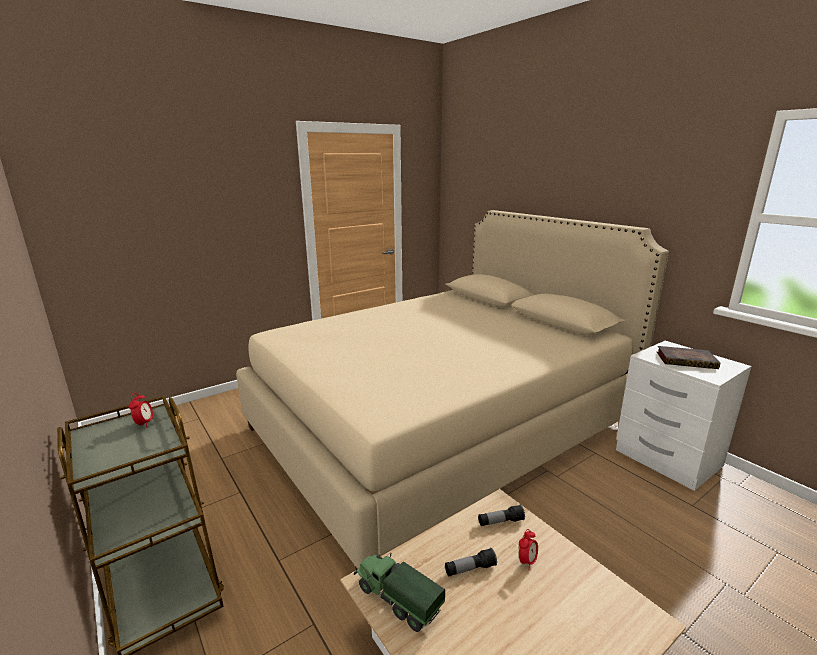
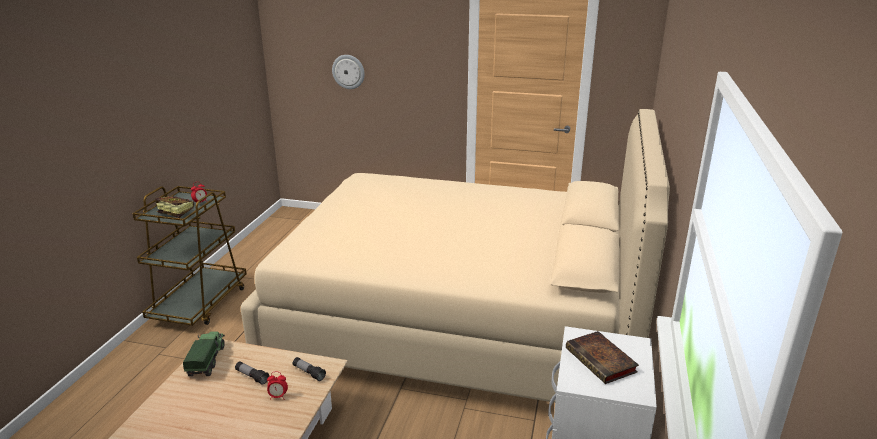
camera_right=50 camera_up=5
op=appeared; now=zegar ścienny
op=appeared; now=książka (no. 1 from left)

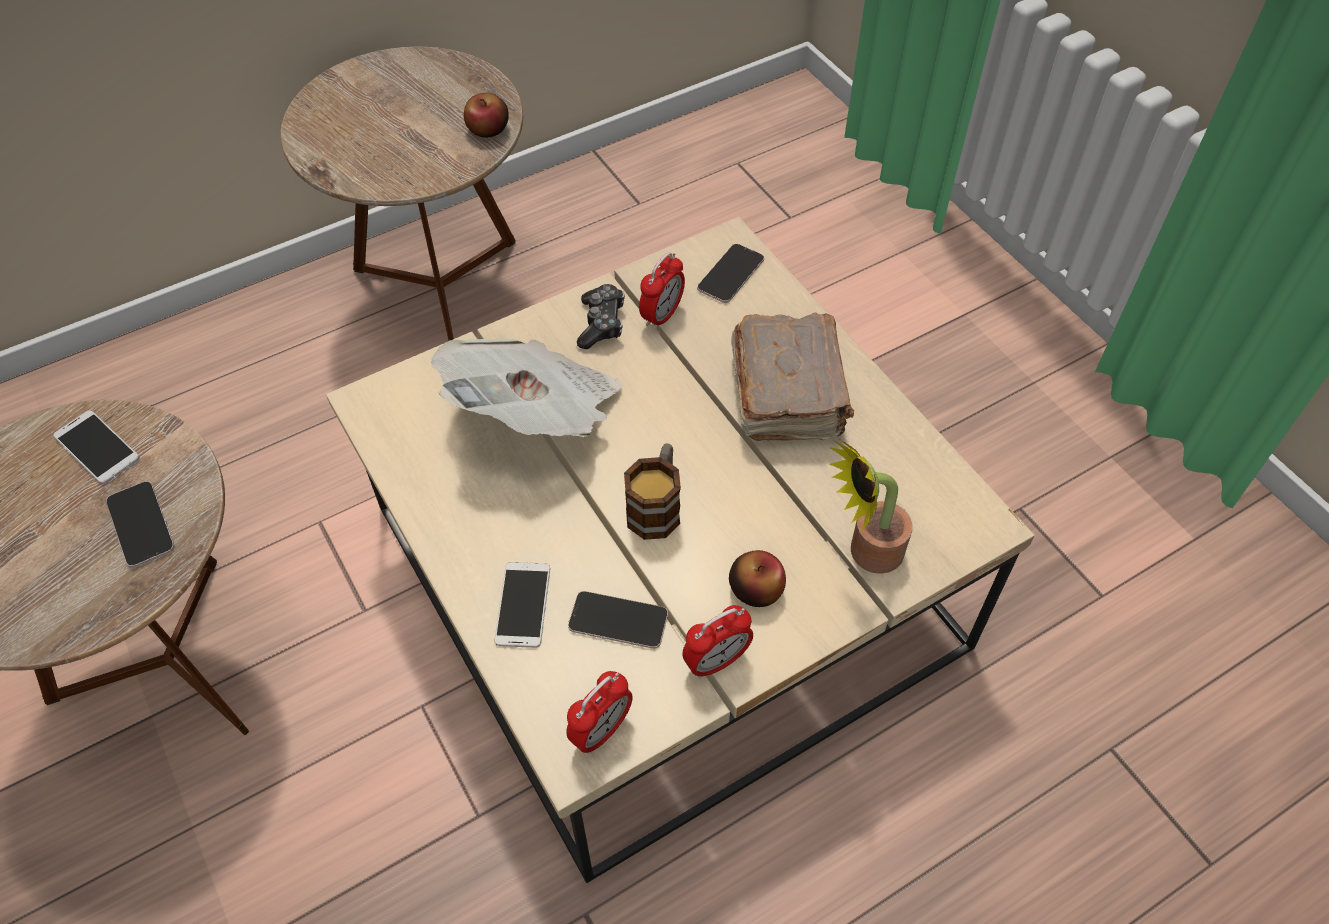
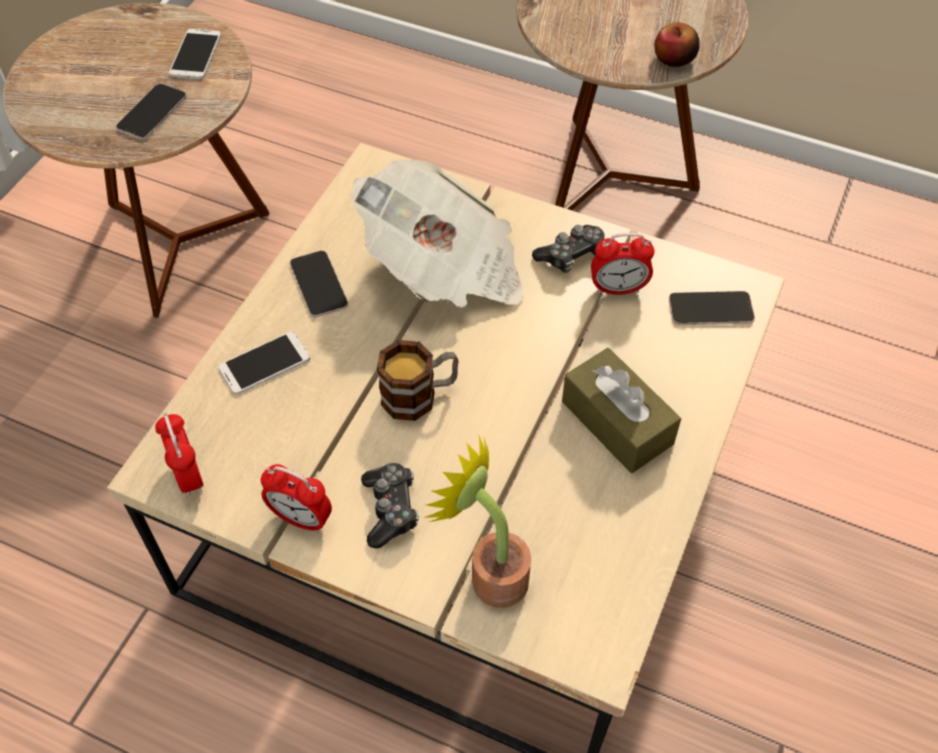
camera_right=55 camera_up=0
op=exchanged; was=książka (brązowy); now=pudełko chusteczek (brązowy)
op=exchanged; was=jabłko (no. 2 from left); now=pad do gier (no. 1 from left)
op=relocated; was=telefon (no. 4 from left)
op=spun; was=budzik (no. 1 from left); clockwise=-120

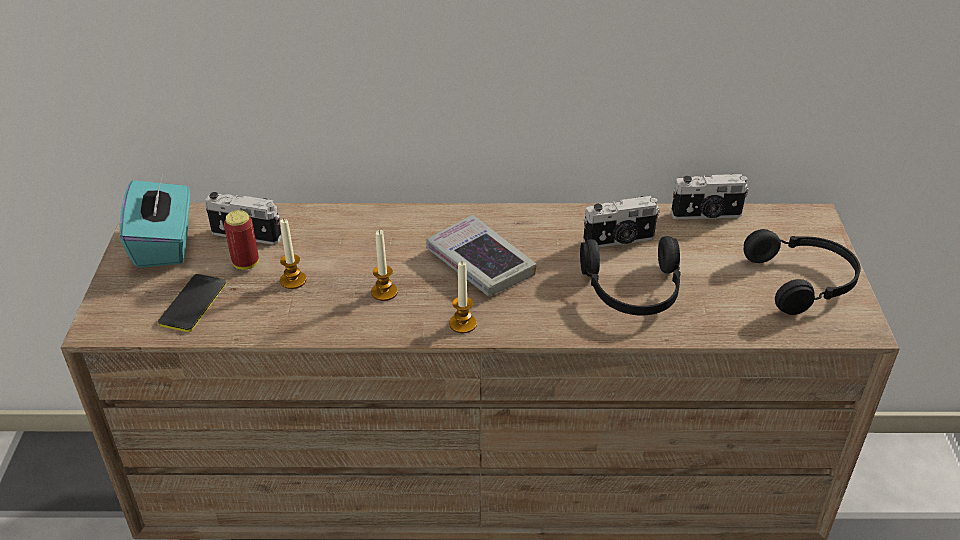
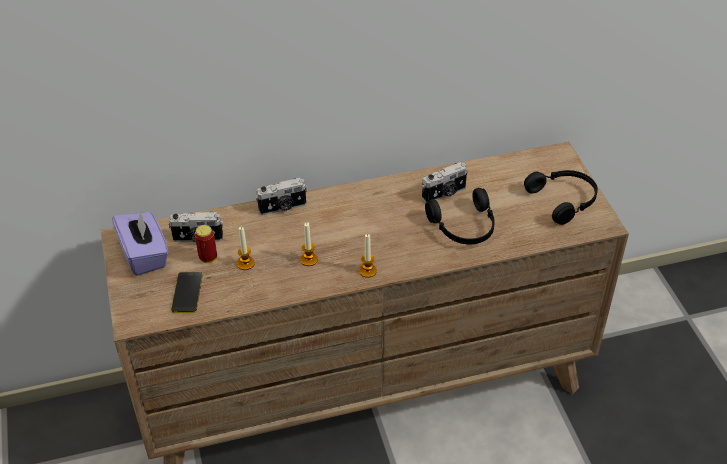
camera_right=-15 camera_up=5
op=relocated; was=aparat fotograficzny (no. 3 from left in the first image); now=aparat fotograficzny (no. 2 from left)
op=colour; was=pudełko chusteczek (turkusowy); now=pudełko chusteczek (fioletowy)
op=missing; was=książka

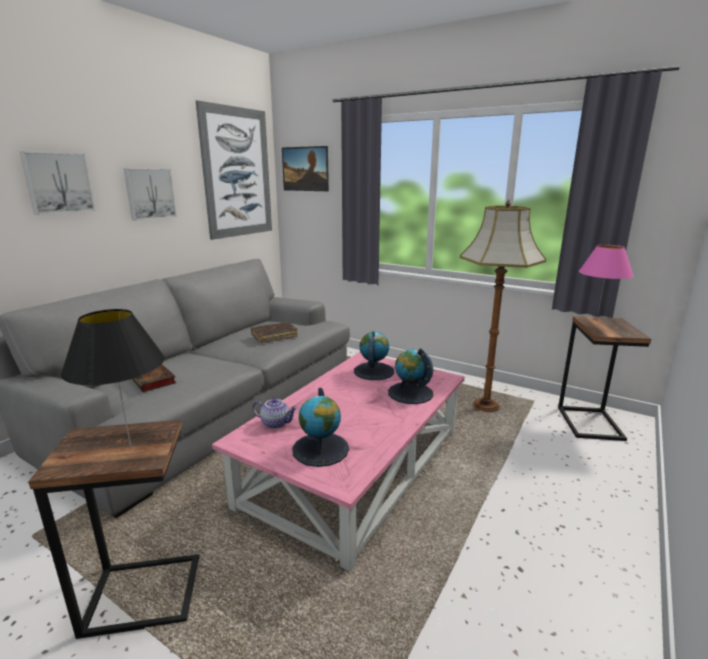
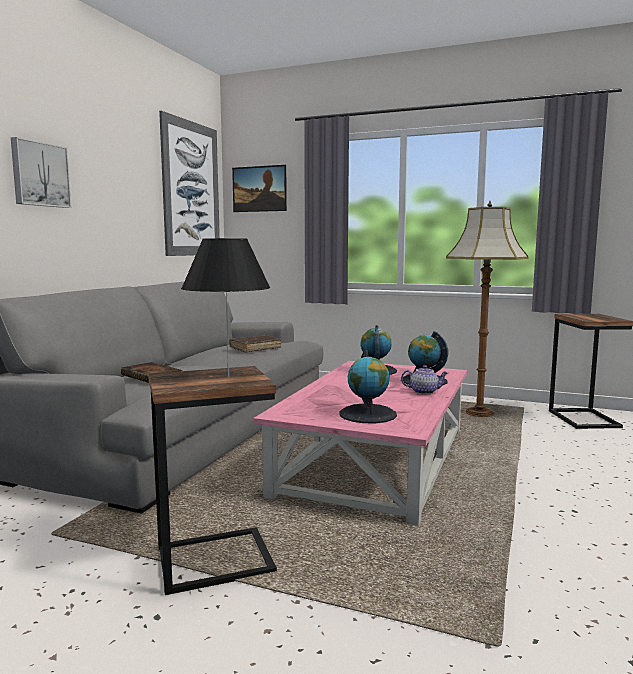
camera_right=-10 camera_up=-10
op=missing; was=obraz (no. 2 from left)
op=missing; was=lampa stołowa (różowy)
op=relocated; was=imbryk

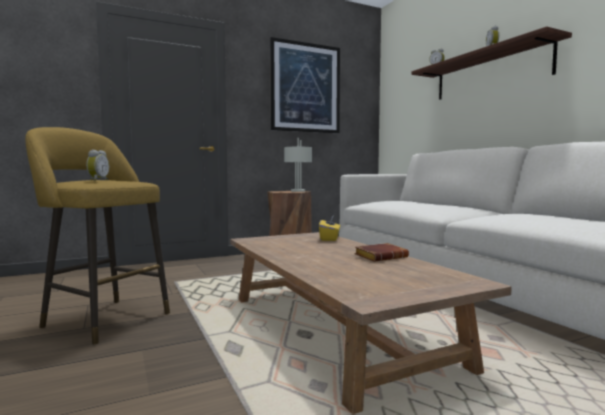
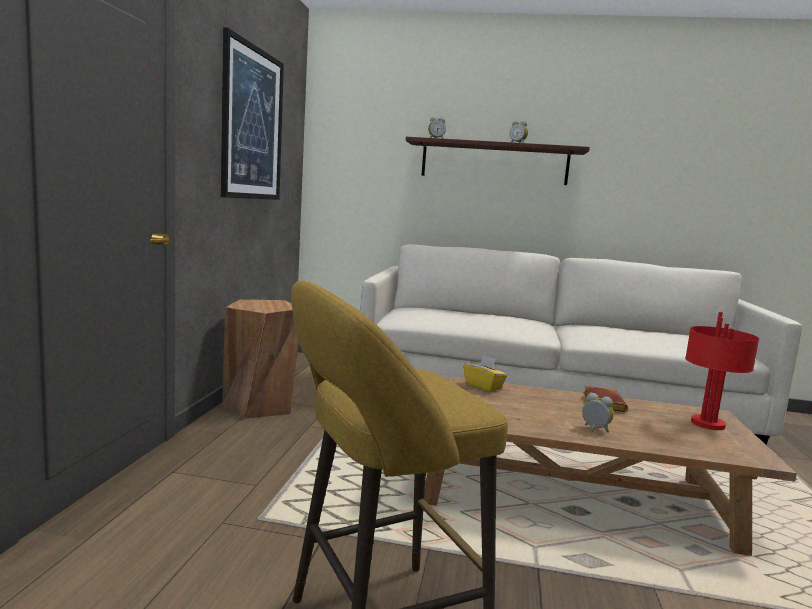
camera_right=-55 camera_up=5
op=missing; was=lampa stołowa (szary)
op=relocated; was=budzik (no. 1 from left in the first image); now=budzik (no. 3 from left)
op=appeared; now=lampa stołowa (czerwony)

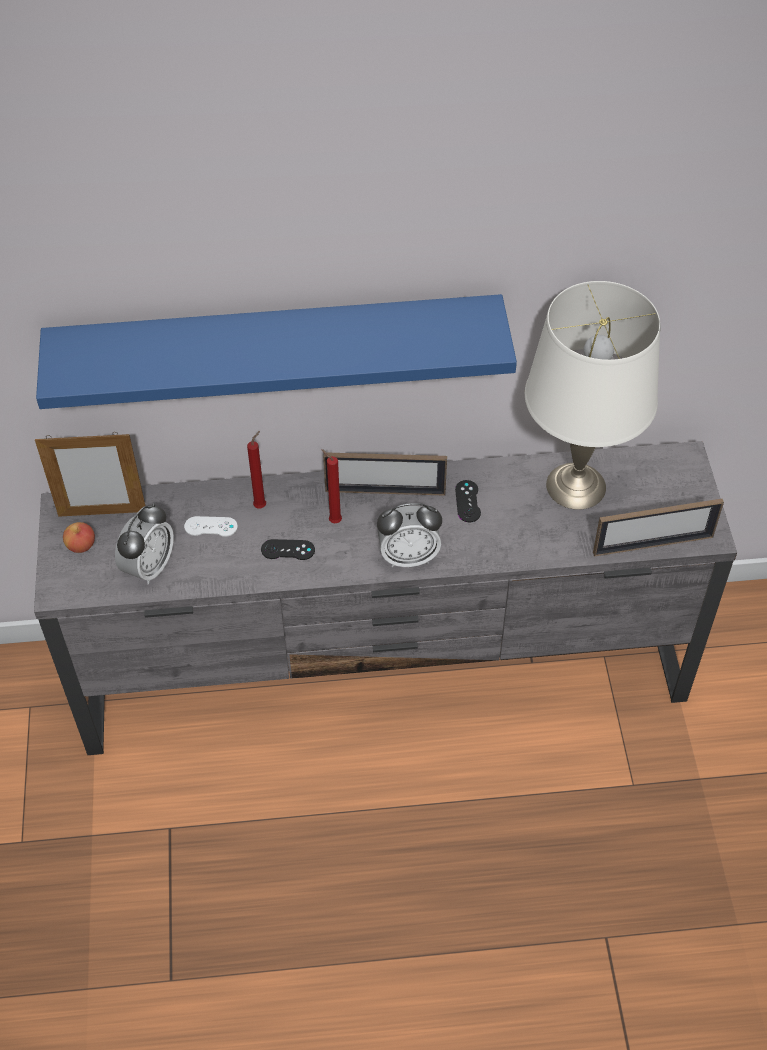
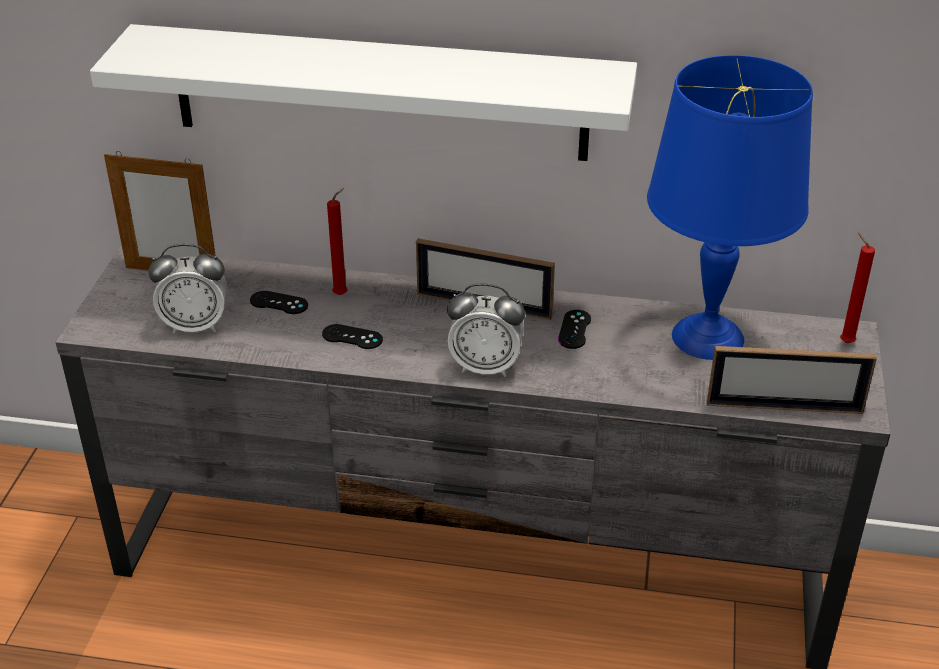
camera_right=15 camera_up=-15
op=colour; was=lampa stołowa (biały); now=lampa stołowa (niebieski)
op=colour; was=półka (niebieski); now=półka (biały)
op=relocated; was=świeca (czerwony) (no. 2 from left)
op=spun; was=budzik (no. 1 from left); clockwise=45
op=colour; was=pad do gier (biały); now=pad do gier (czarny) (no. 1 from left)
op=missing; was=jabłko

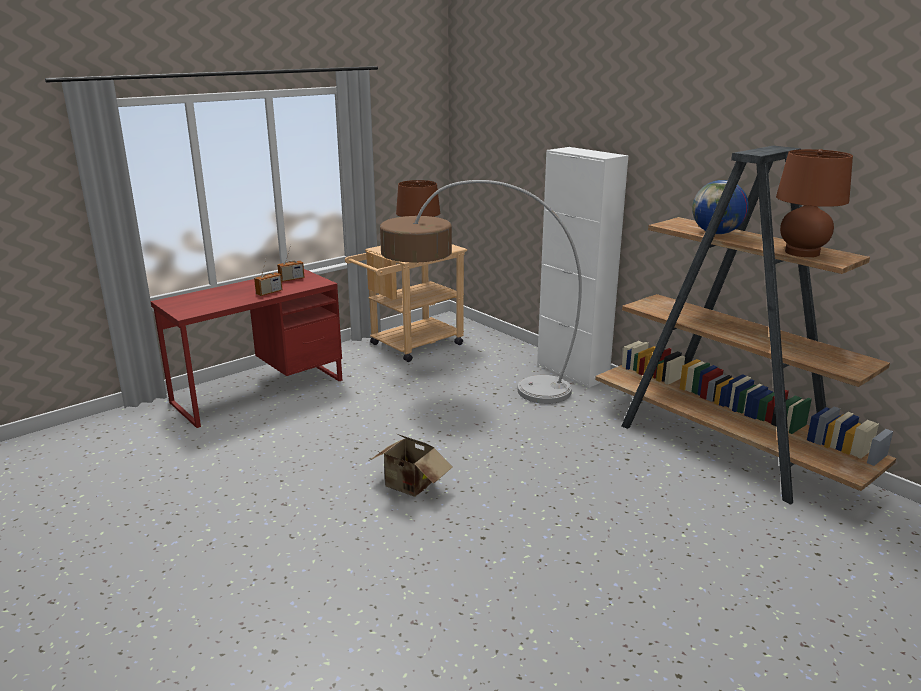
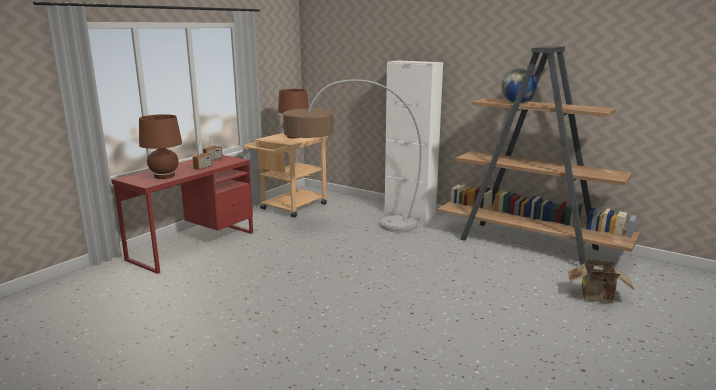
camera_right=-15 camera_up=-5
op=relocated; was=lampa stołowa (brązowy) (no. 2 from left in the first image); now=lampa stołowa (brązowy) (no. 1 from left)
op=relocated; was=karton

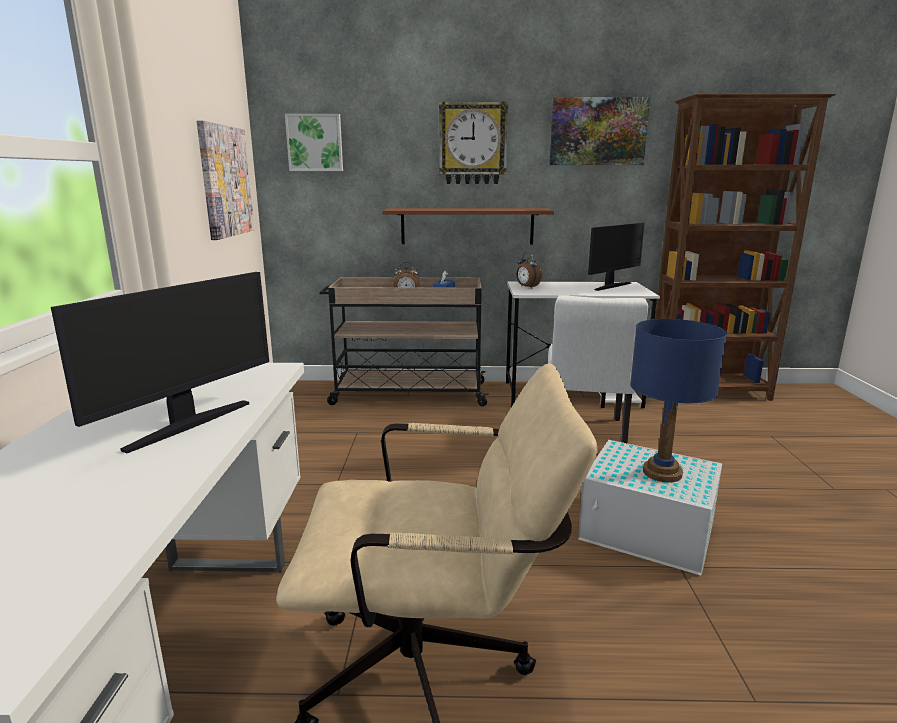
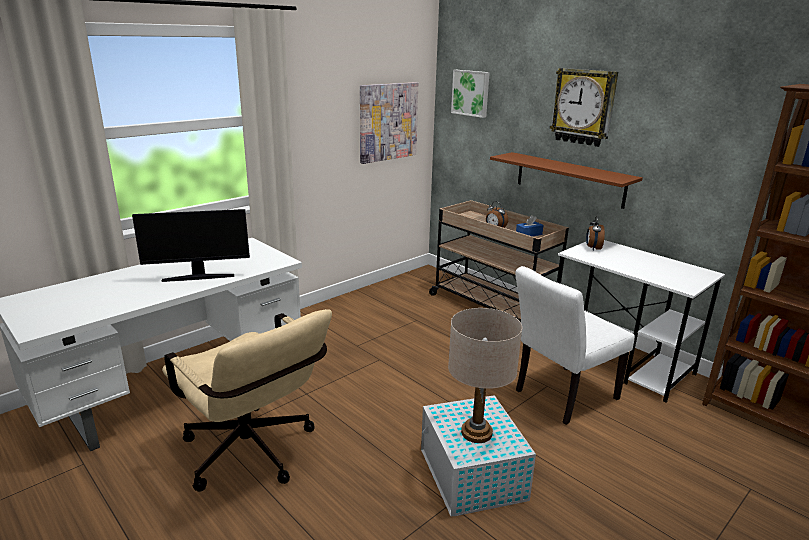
camera_right=45 camera_up=5
op=missing; was=obraz (no. 3 from left)
op=missing; was=monitor (no. 2 from left)
op=colour; was=lampa stołowa (niebieski); now=lampa stołowa (beżowy)

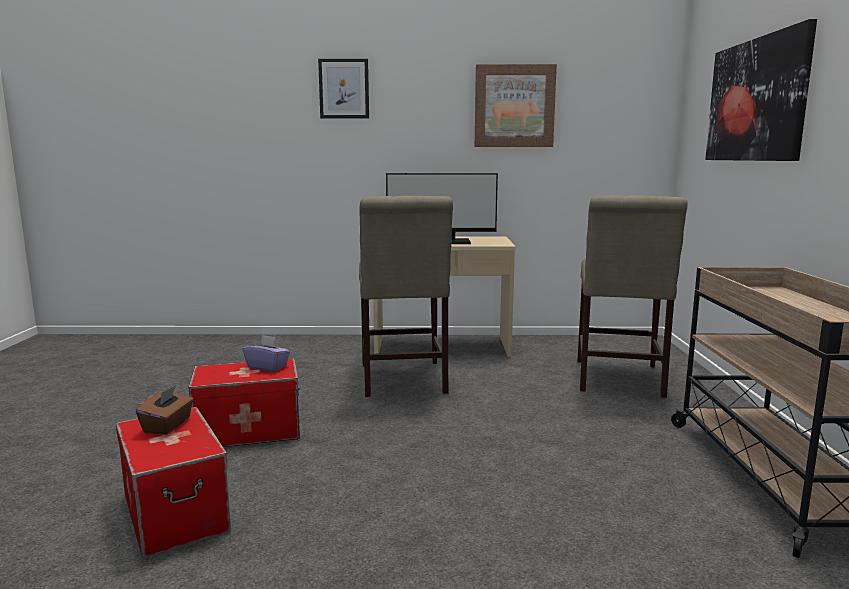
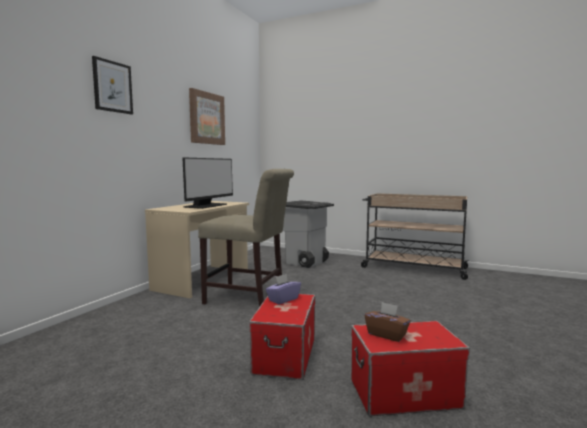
camera_right=-65 camera_up=-5
op=missing; was=obraz (no. 3 from left)
op=exchanged; was=krzesło (beżowy) (no. 2 from left); now=kosz na śmieci (szary)

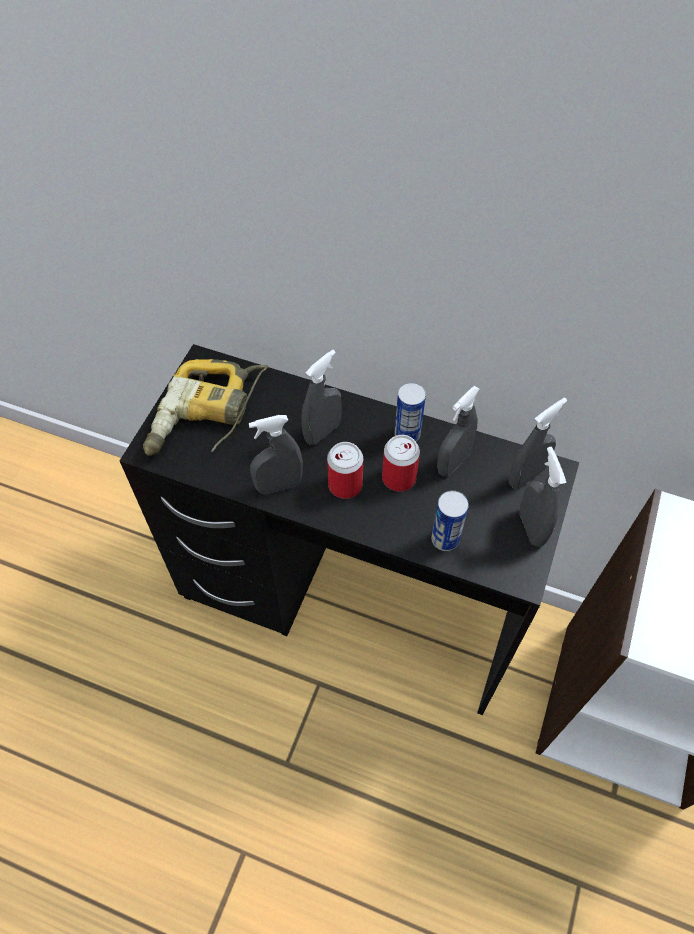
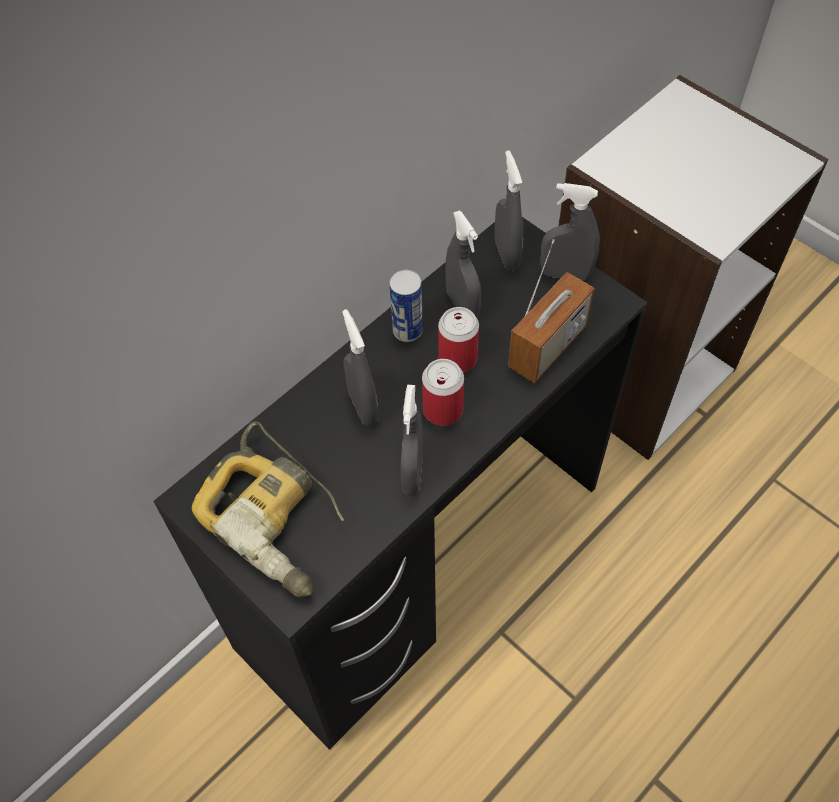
camera_right=-65 camera_up=0
op=exchanged; was=puszka (no. 4 from left); now=radio

